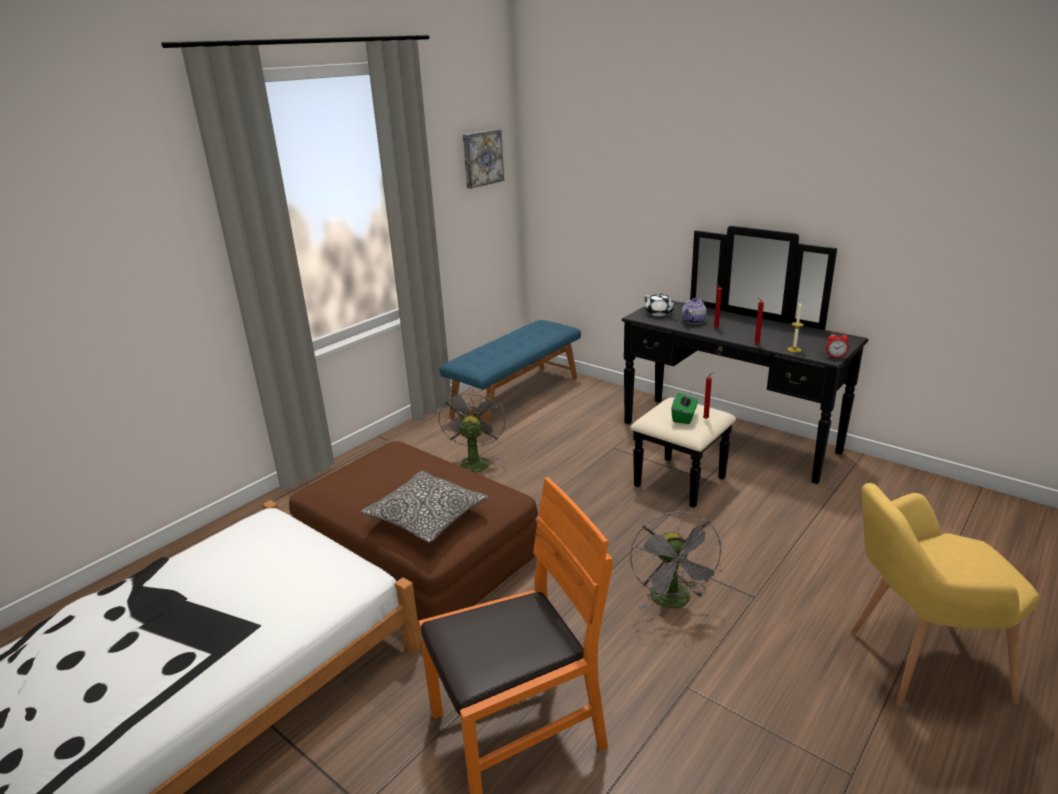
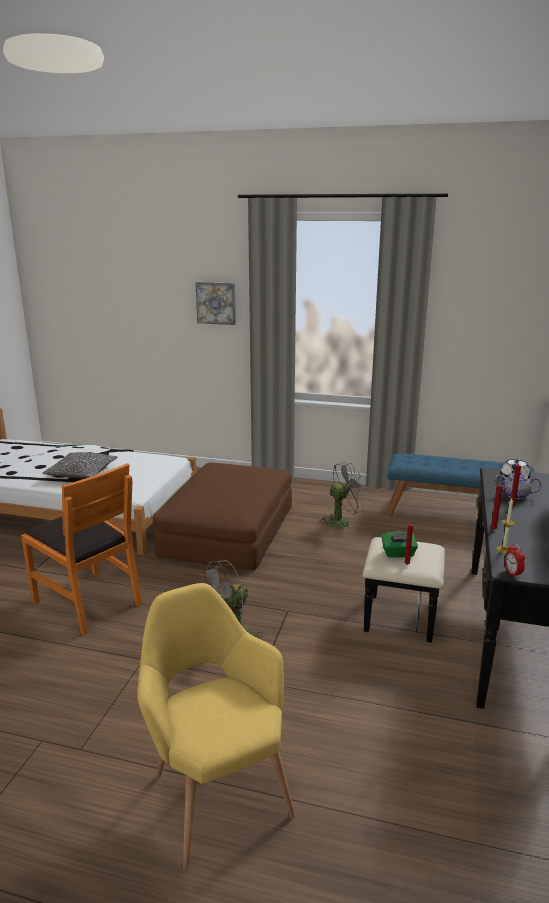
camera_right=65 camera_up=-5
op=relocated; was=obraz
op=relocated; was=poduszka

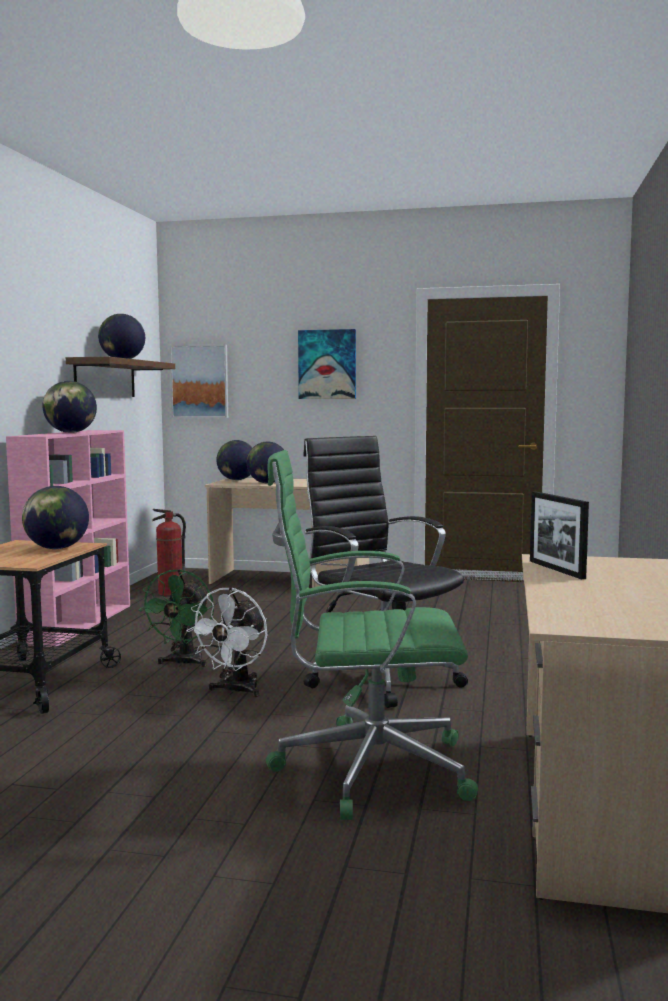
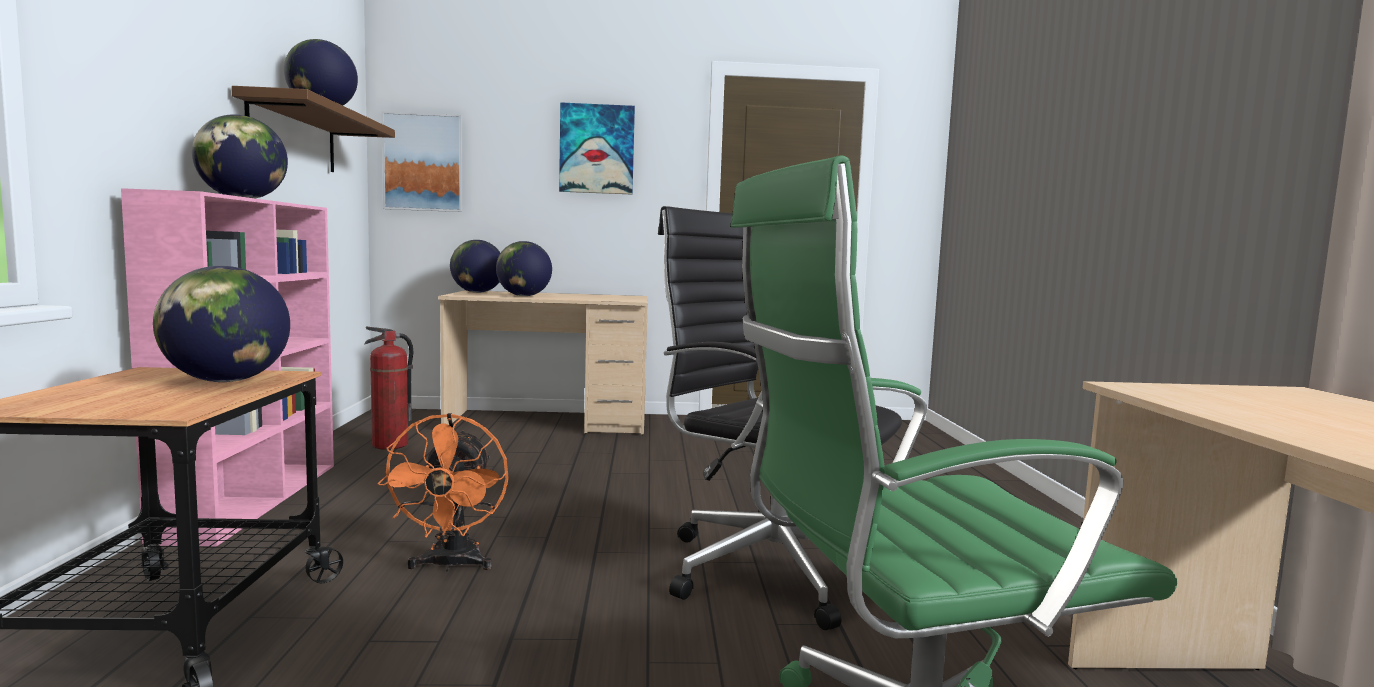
camera_right=-15 camera_up=0
op=missing; was=ramka na zdjęcie
op=colour; was=wentylator (zielony); now=wentylator (pomarańczowy)
op=missing; was=wentylator (biały)

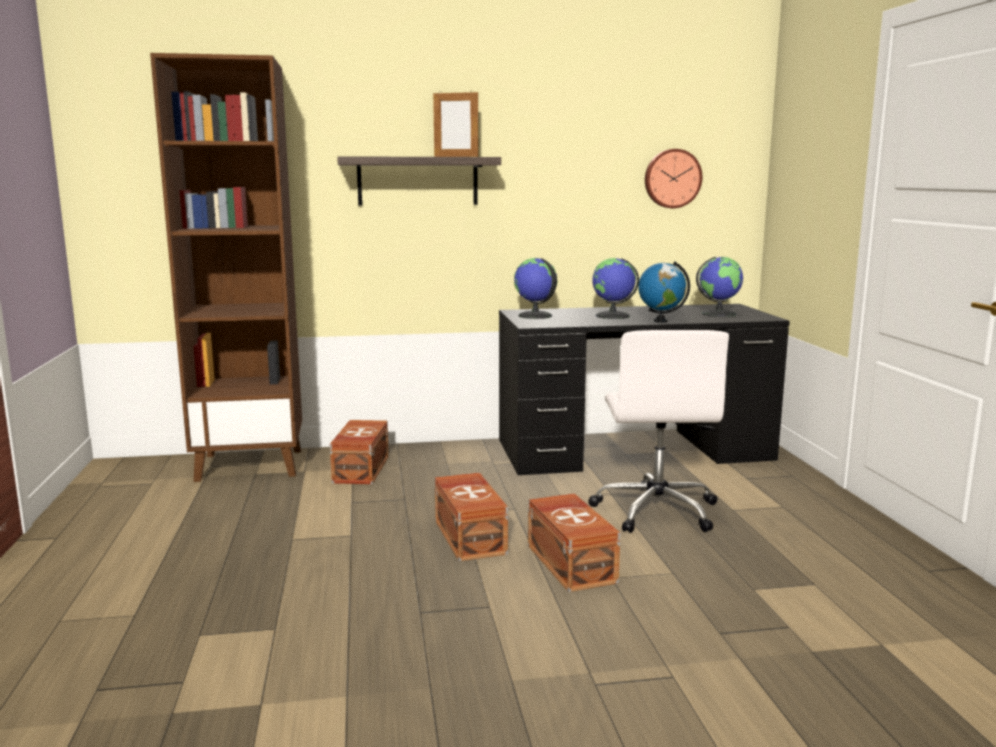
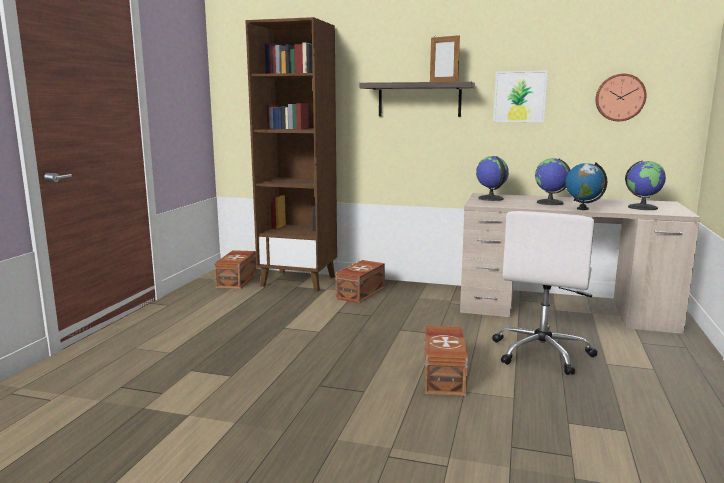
camera_right=25 camera_up=0
op=colour; was=biurko (czarny); now=biurko (beżowy)
op=relocated; was=pojemnik do przechowywania (brązowy) (no. 2 from left in the first image); now=pojemnik do przechowywania (brązowy) (no. 1 from left)
op=appeared; now=obraz

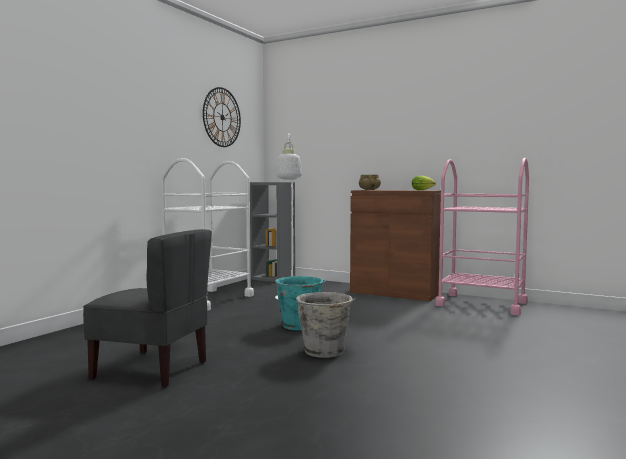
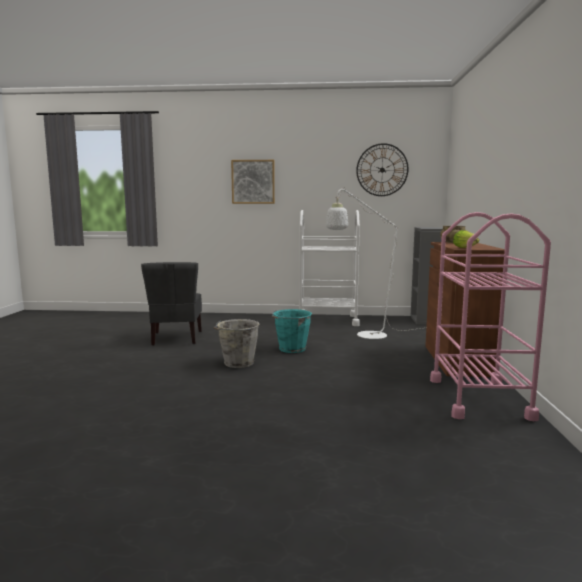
camera_right=65 camera_up=5
op=appeared; now=obraz

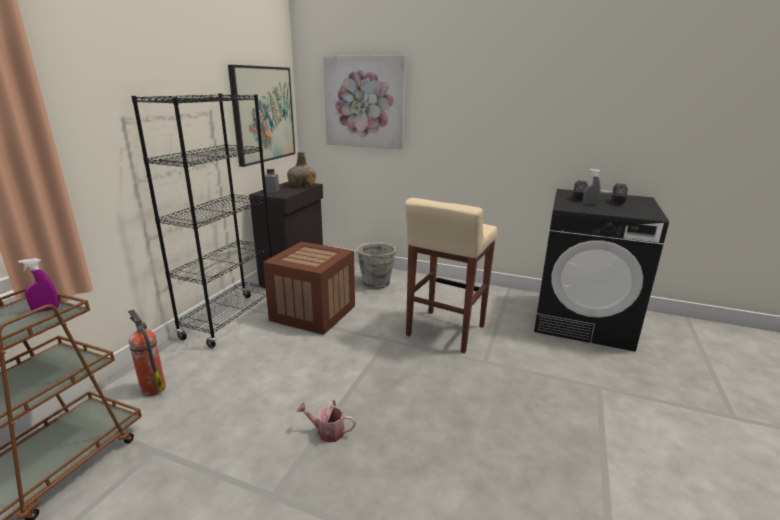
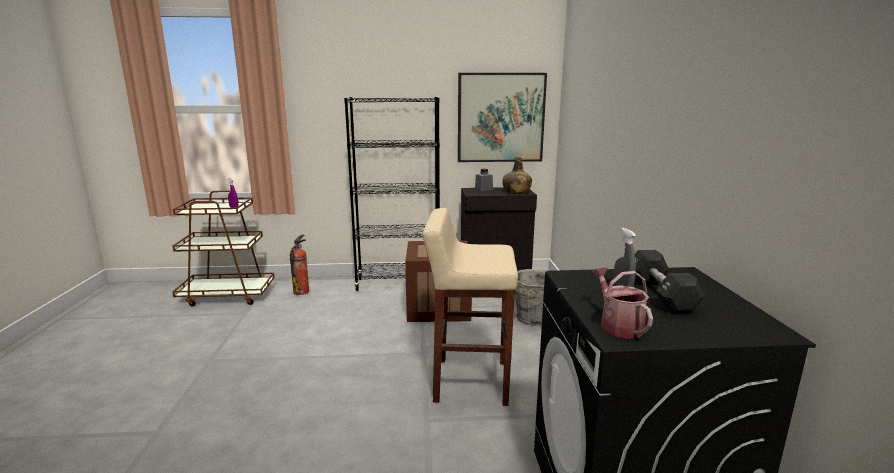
camera_right=65 camera_up=-5
op=missing; was=obraz (no. 2 from left)
op=relocated; was=konewka

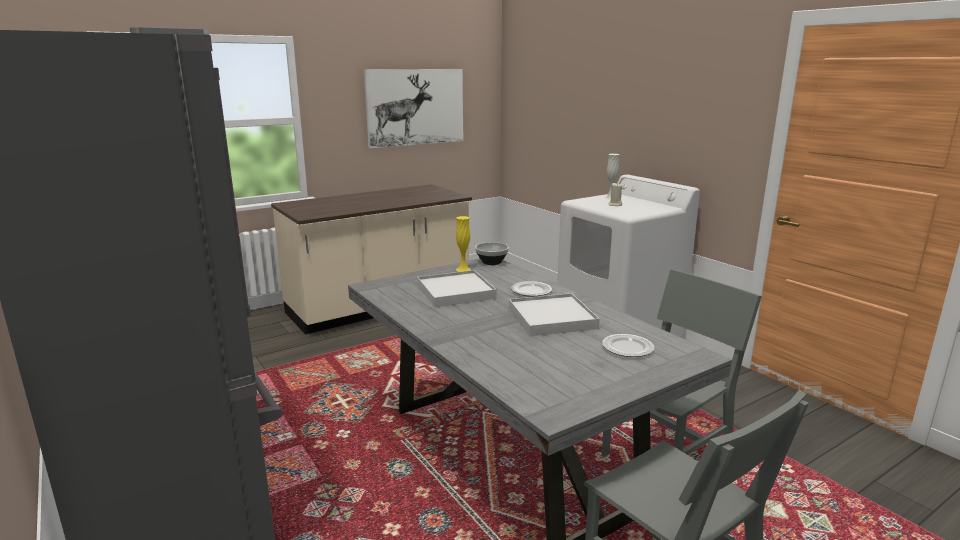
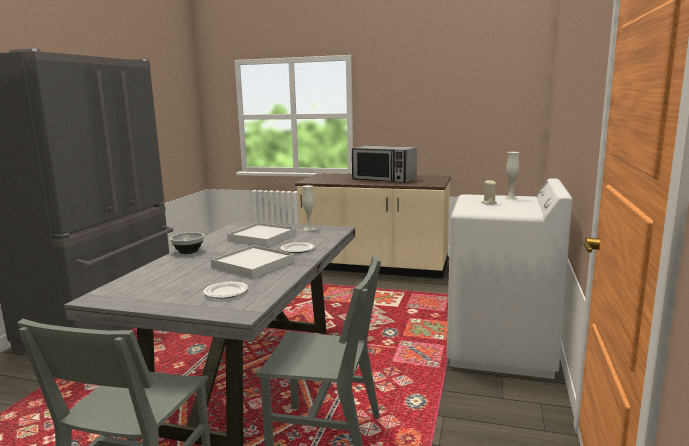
camera_right=50 camera_up=-5
op=missing; was=obraz
op=colour; was=wazon (żółty); now=wazon (biały) (no. 1 from left)
op=relocated; was=miska
op=appeared; now=mikrofalówka

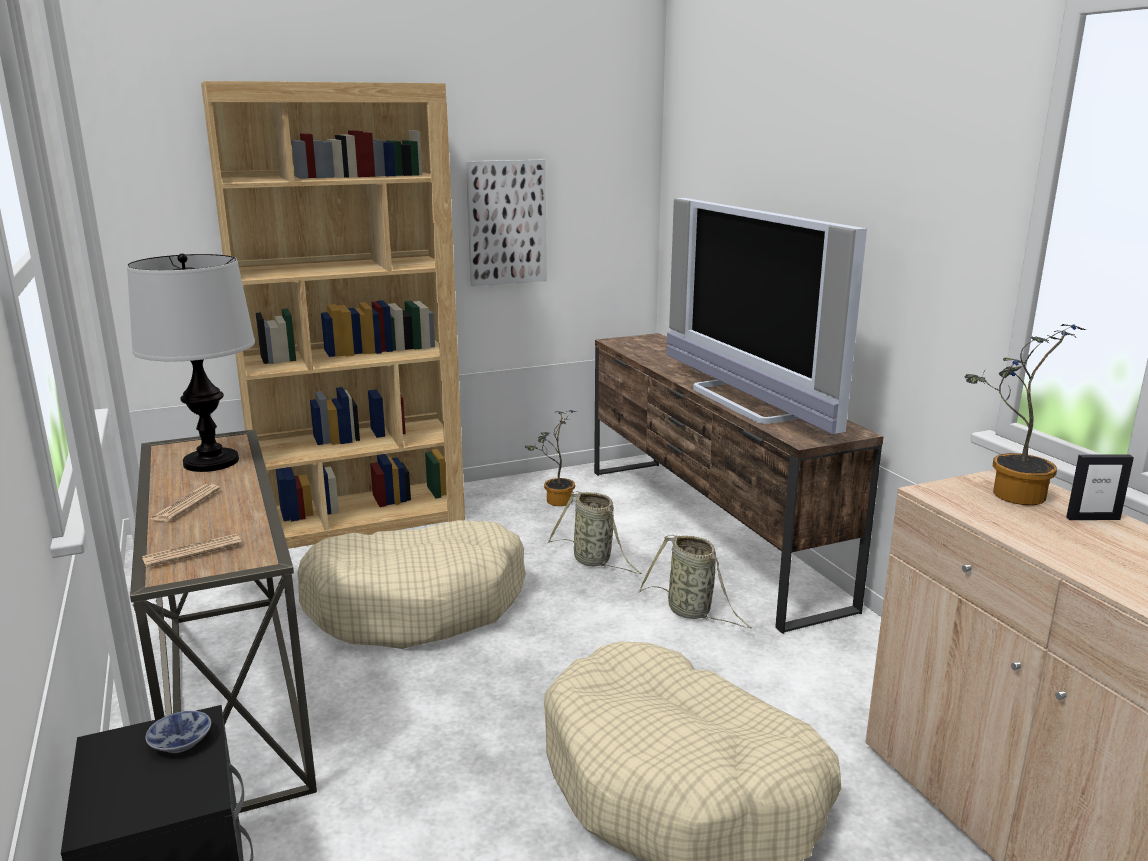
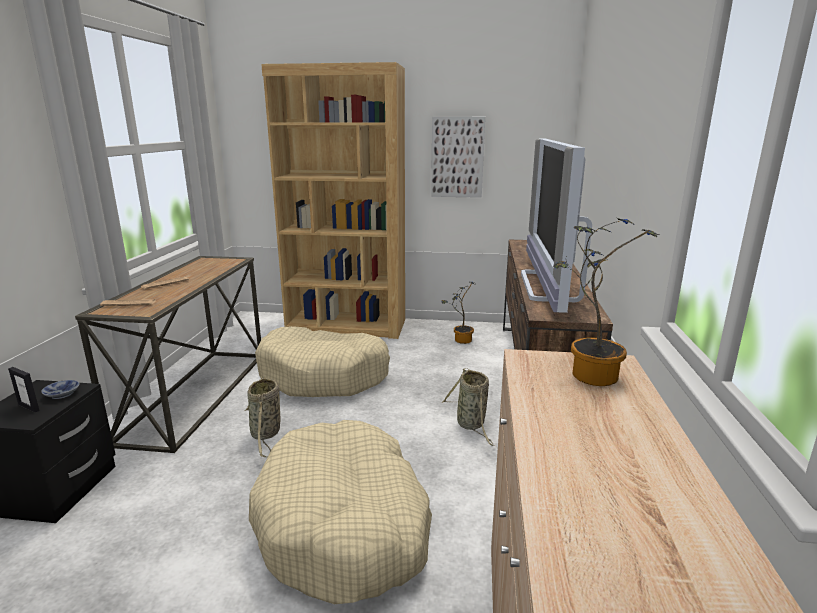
camera_right=30 camera_up=0
op=missing; was=lampa stołowa
op=relocated; was=ramka na zdjęcie
op=relocated; was=koszyk (no. 1 from left)

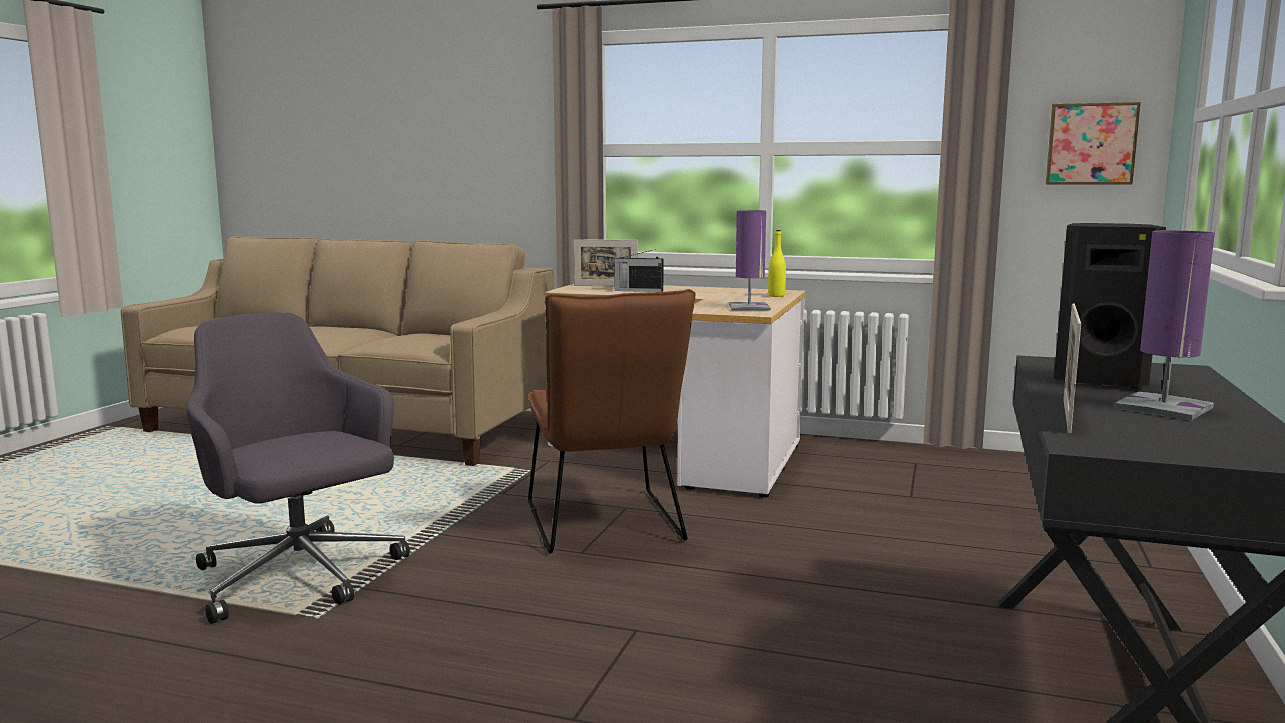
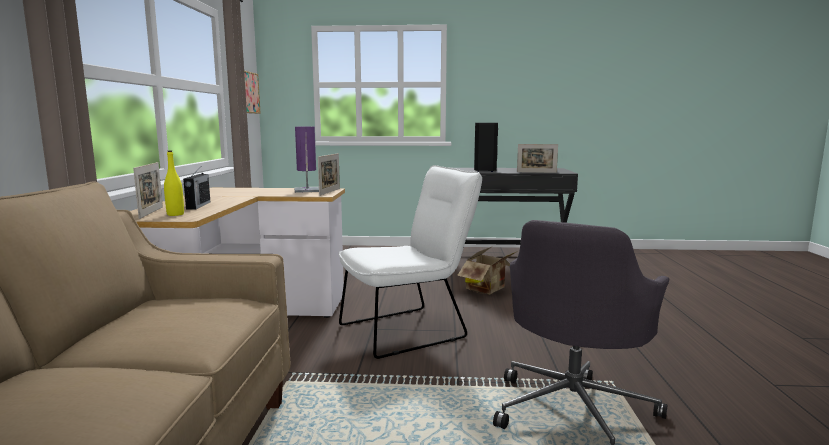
camera_right=-105 camera_up=0
op=relocated; was=butelka (żółty)
op=missing; was=lampa stołowa (fioletowy) (no. 2 from left)
op=colour; was=krzesło (brązowy); now=krzesło (biały)
op=appeared; now=ramka na zdjęcie (no. 2 from left)
op=appeared; now=karton

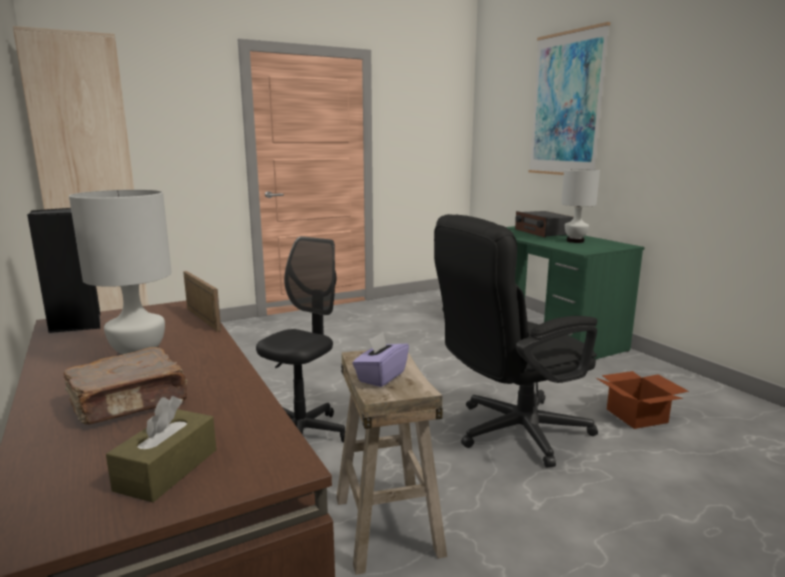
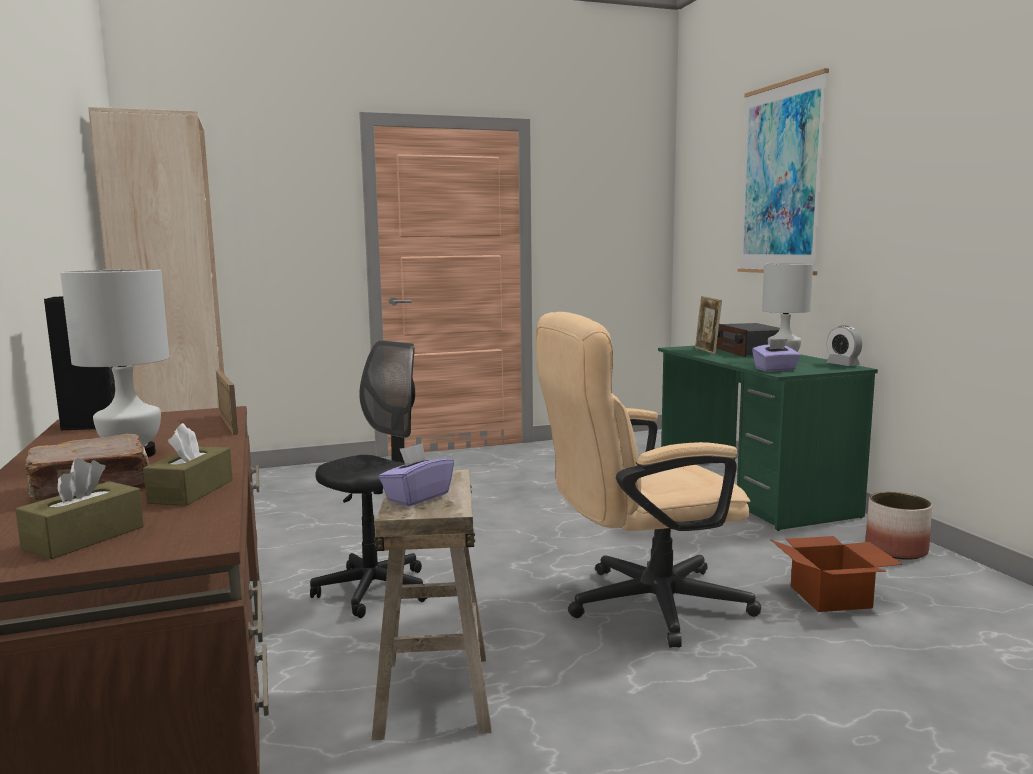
camera_right=10 camera_up=-5
op=colour; was=krzesło biurowe (czarny) (no. 2 from left); now=krzesło biurowe (beżowy)
op=appeared; now=ramka na zdjęcie (no. 2 from left)
op=appeared; now=budzik
op=appeared; now=pudełko chusteczek (fioletowy) (no. 2 from left)
op=appeared; now=pudełko chusteczek (brązowy) (no. 2 from left)
op=appeared; now=donica

